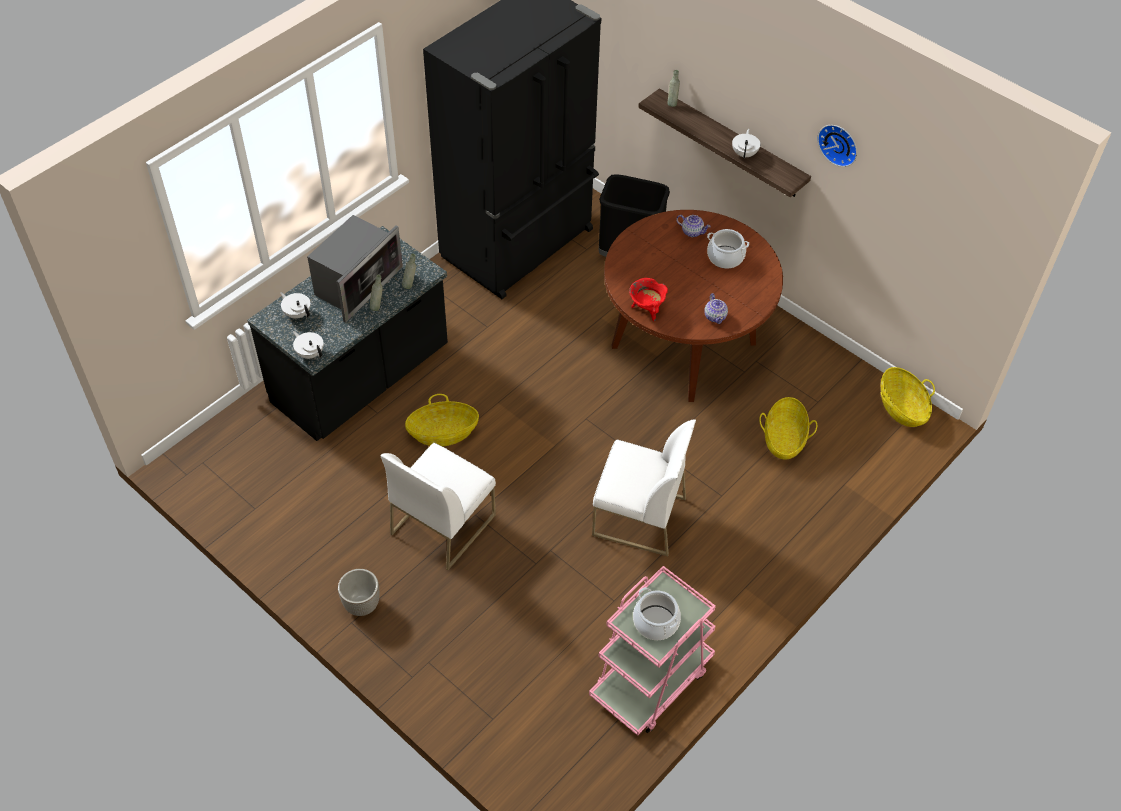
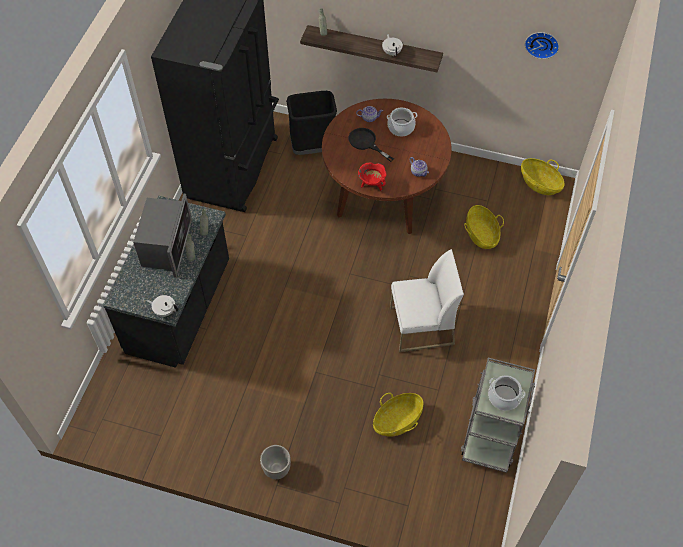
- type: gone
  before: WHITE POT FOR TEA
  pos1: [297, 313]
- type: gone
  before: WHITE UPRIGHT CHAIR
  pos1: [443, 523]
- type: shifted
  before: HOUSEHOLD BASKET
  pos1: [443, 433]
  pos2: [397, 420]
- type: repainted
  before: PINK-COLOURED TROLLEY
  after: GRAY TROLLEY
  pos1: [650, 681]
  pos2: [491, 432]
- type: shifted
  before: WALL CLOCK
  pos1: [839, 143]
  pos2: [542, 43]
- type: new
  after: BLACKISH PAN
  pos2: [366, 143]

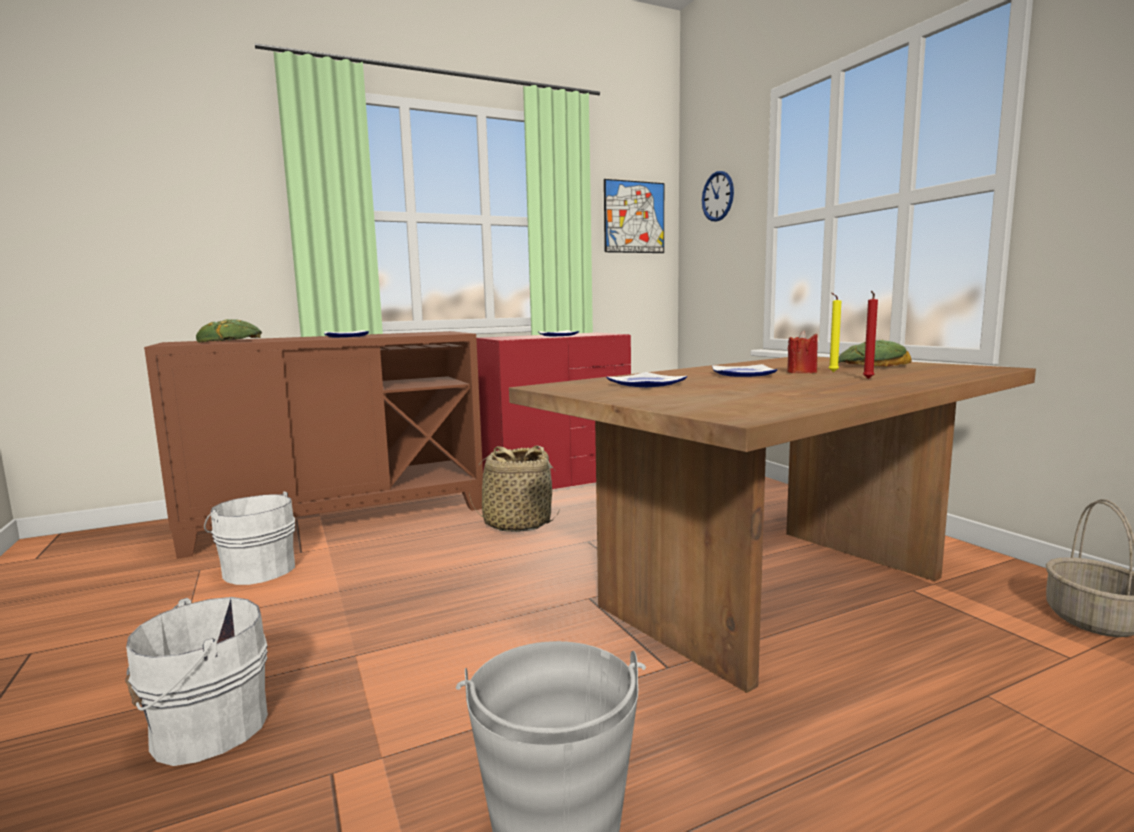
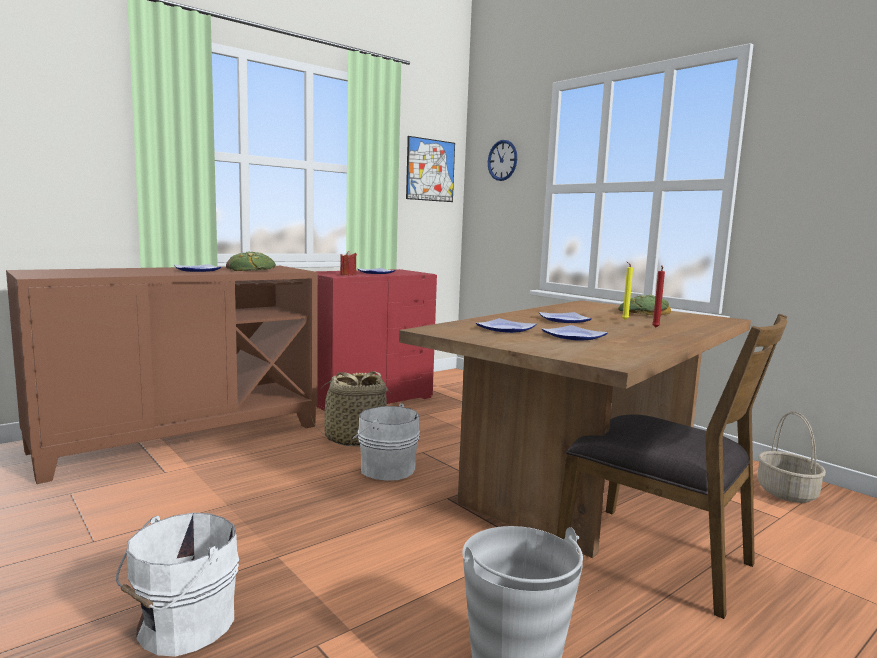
- type: shifted
  before: BAKED BREAD
  pos1: [230, 340]
  pos2: [251, 269]
- type: shifted
  before: WHITE PAIL
  pos1: [258, 569]
  pos2: [385, 468]
- type: shifted
  before: RED CANDLE
  pos1: [801, 372]
  pos2: [348, 274]
- type: new
  after: FLAT DISH
  pos2: [575, 337]
- type: new
  after: BROWNISH UPRIGHT CHAIR
  pos2: [657, 558]

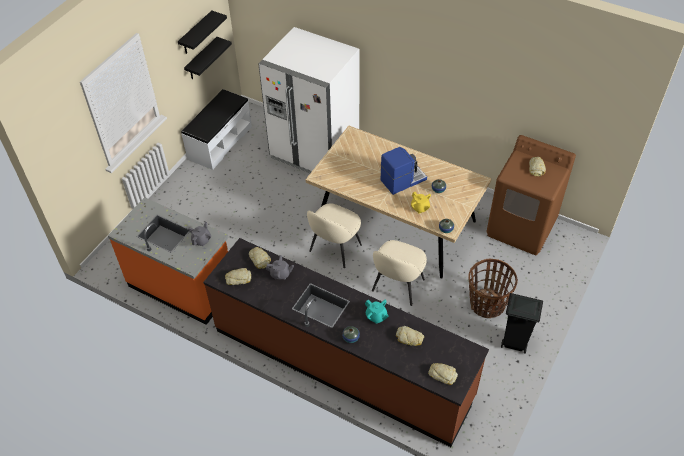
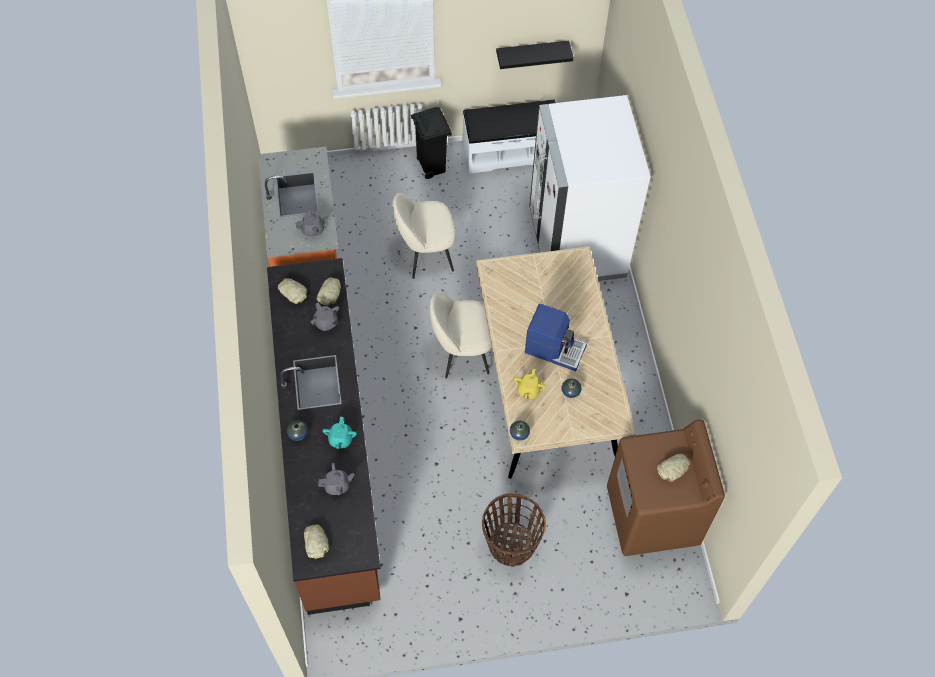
- type: gone
  before: BLACKISH BRACKET SHELF
  pos1: [196, 33]
- type: shifted
  before: BEIGE-COLOURED UPRIGHT CHAIR
  pos1: [397, 286]
  pos2: [425, 254]
- type: swapped
  before: BAKED BREAD
  after: GRAY POT FOR TEA
  pos1: [409, 338]
  pos2: [337, 485]
- type: shifted
  before: BLACKISH RUBBISH BIN
  pos1: [513, 343]
  pos2: [431, 166]

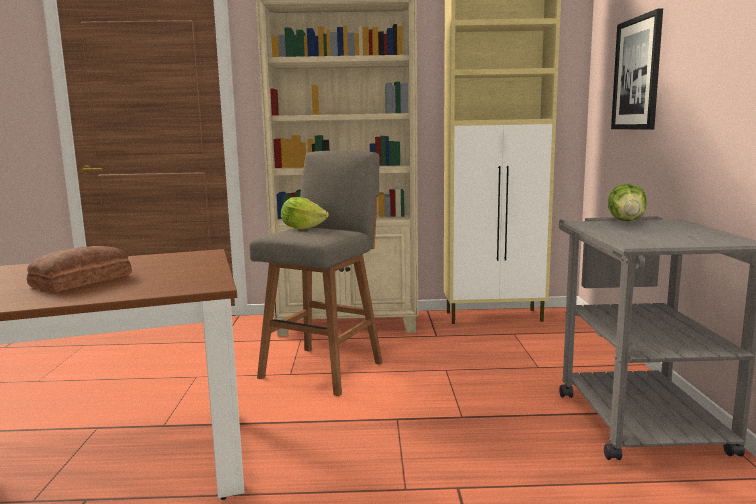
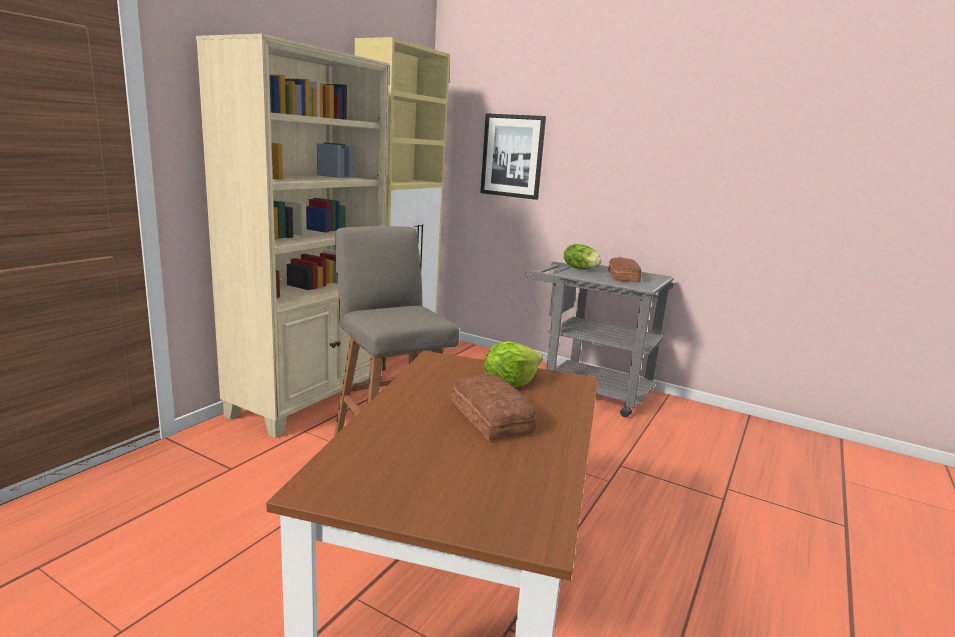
- type: shifted
  before: HEAD OF LETTUCE
  pos1: [302, 228]
  pos2: [510, 383]
- type: new
  after: BAKED BREAD
  pos2: [622, 277]

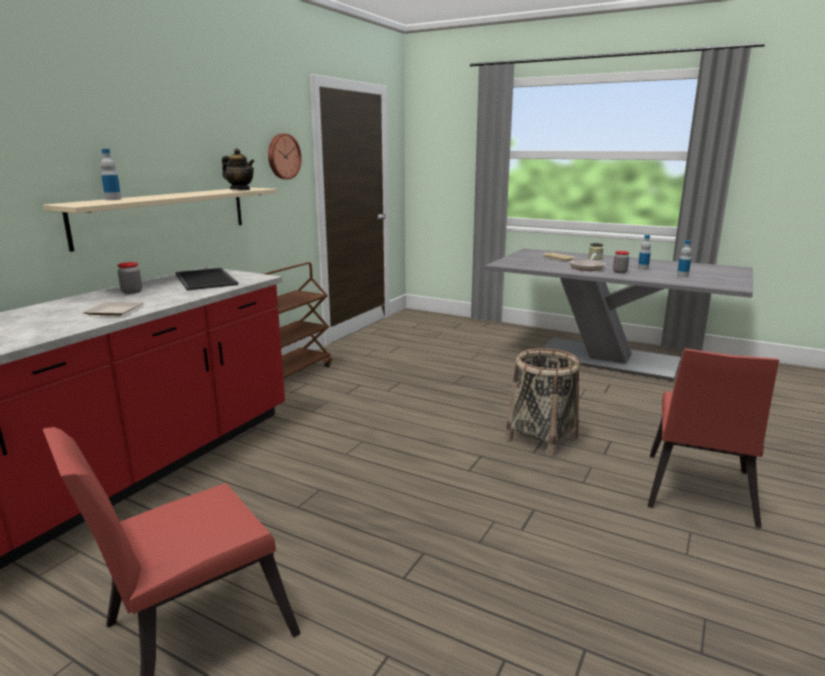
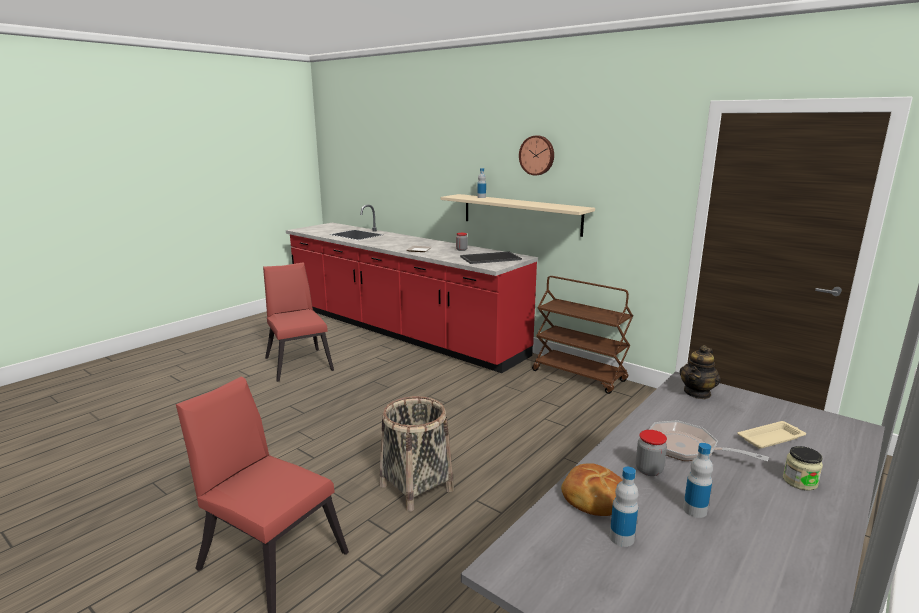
- type: shifted
  before: POT FOR TEA
  pos1: [240, 190]
  pos2: [697, 393]
- type: shifted
  before: WALL CLOCK
  pos1: [283, 156]
  pos2: [537, 155]
- type: new
  after: BAKED BREAD
  pos2: [593, 499]

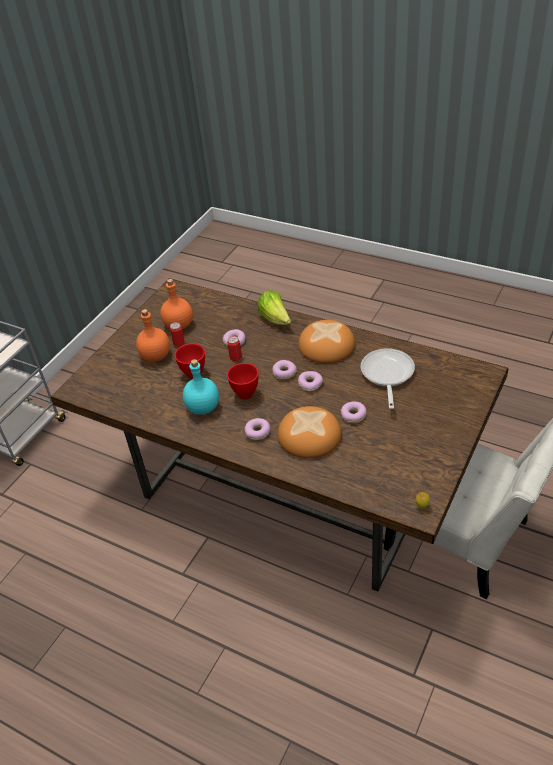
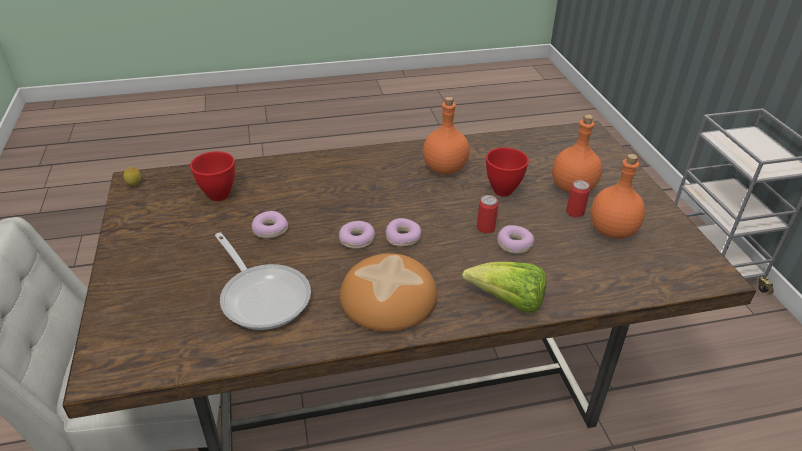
- type: repainted
  before: TURQUOISE-COLOURED BEVERAGE BOTTLE
  after: ORANGE BEVERAGE BOTTLE
  pos1: [203, 408]
  pos2: [444, 169]
- type: shifted
  before: RED DEEP DISH
  pos1: [245, 394]
  pos2: [219, 196]
- type: gone
  before: DOUGHNUT
  pos1: [258, 432]
- type: gone
  before: BAKED BREAD
  pos1: [310, 435]

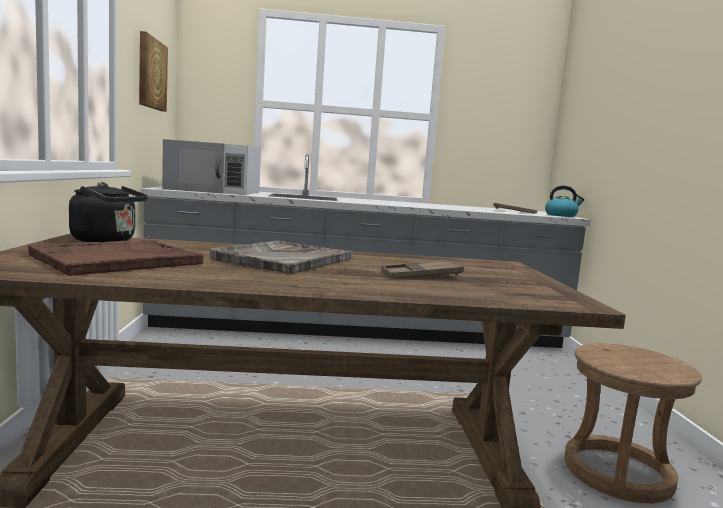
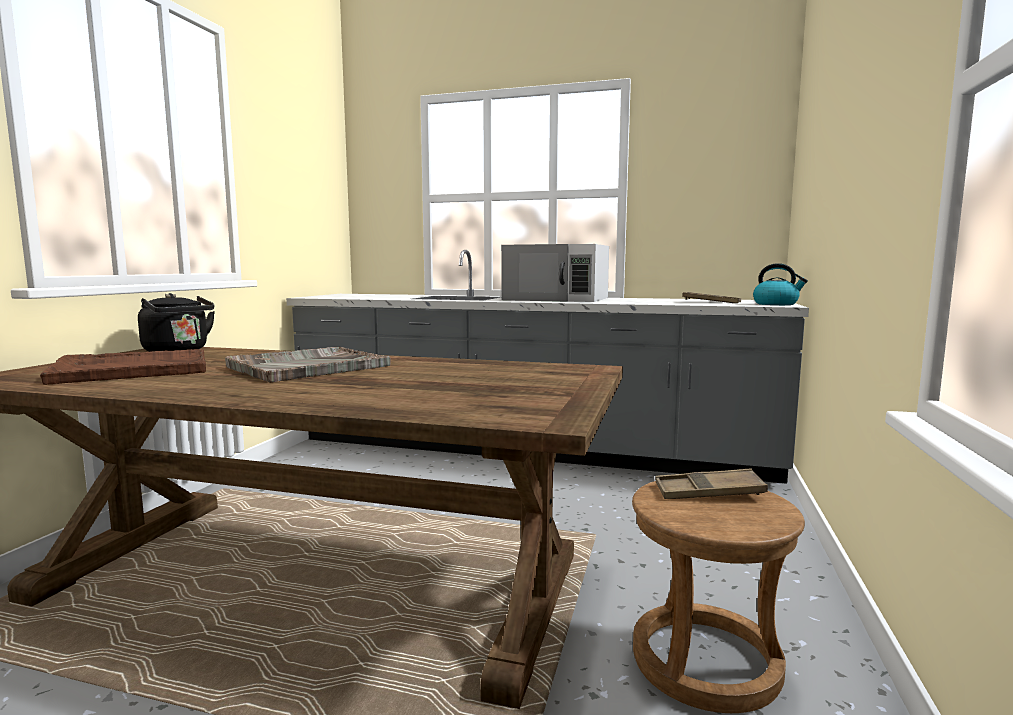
- type: gone
  before: PICTURE
  pos1: [151, 74]
- type: shifted
  before: WHITE MICROWAVE
  pos1: [214, 190]
  pos2: [557, 299]
- type: shifted
  before: BROWNISH CARRYING TRAY
  pos1: [421, 275]
  pos2: [708, 492]

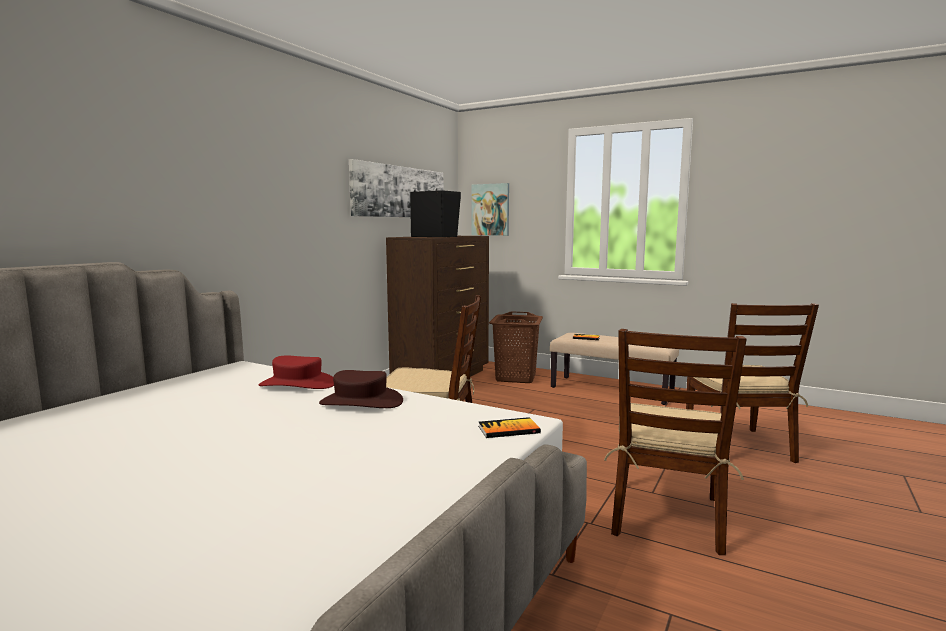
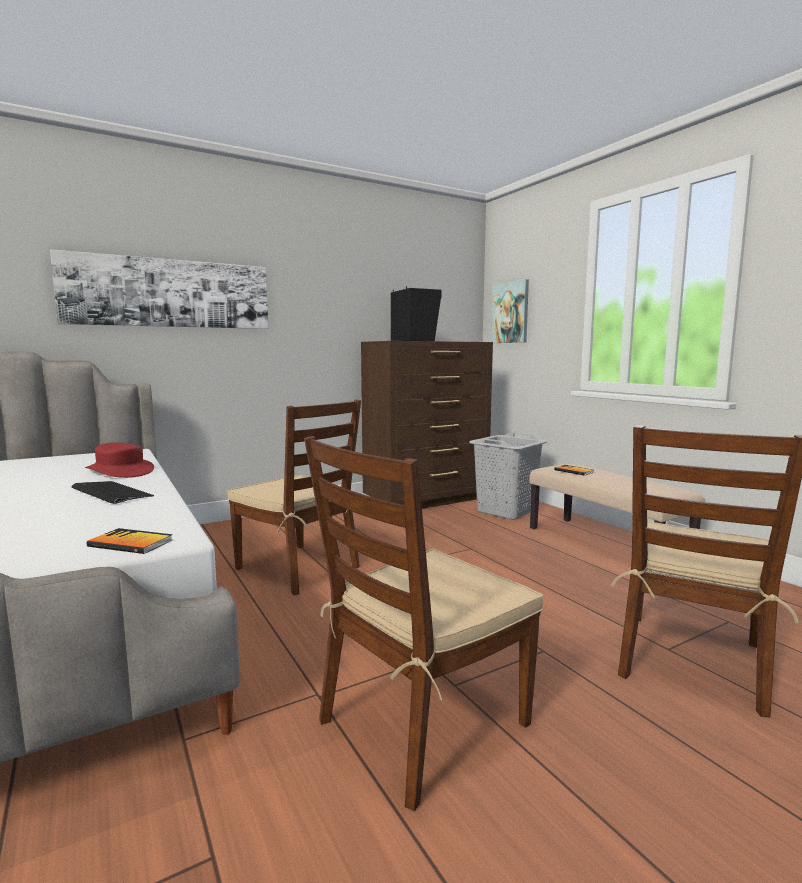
- type: swapped
  before: BROWNISH HAT
  after: KEYBOARD
  pos1: [361, 402]
  pos2: [111, 493]
- type: shifted
  before: PICTURE
  pos1: [400, 192]
  pos2: [169, 293]
- type: repainted
  before: BROWNISH WASHING BASKET
  after: GRAY WASHING BASKET
  pos1: [516, 377]
  pos2: [506, 511]

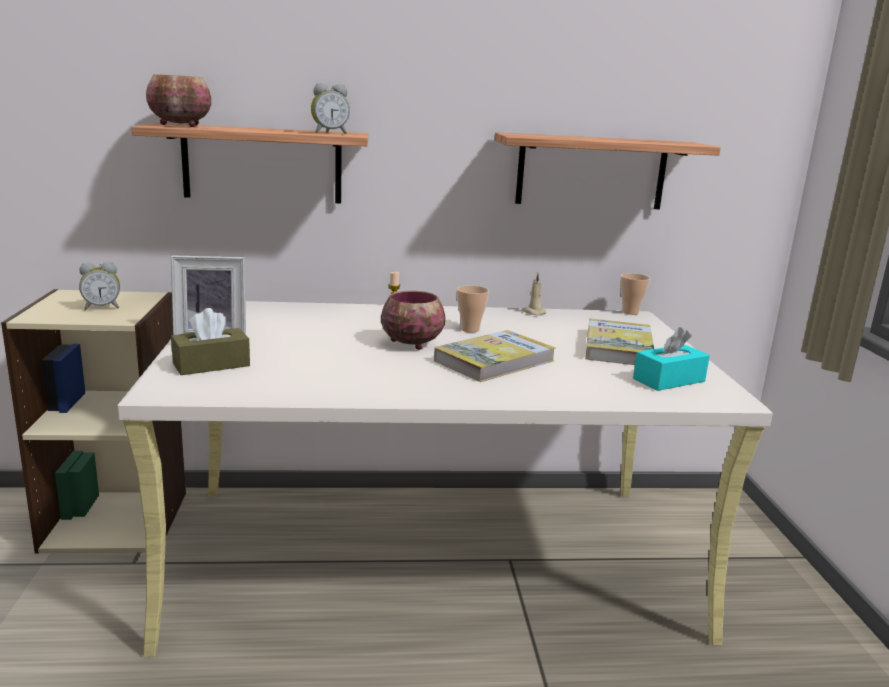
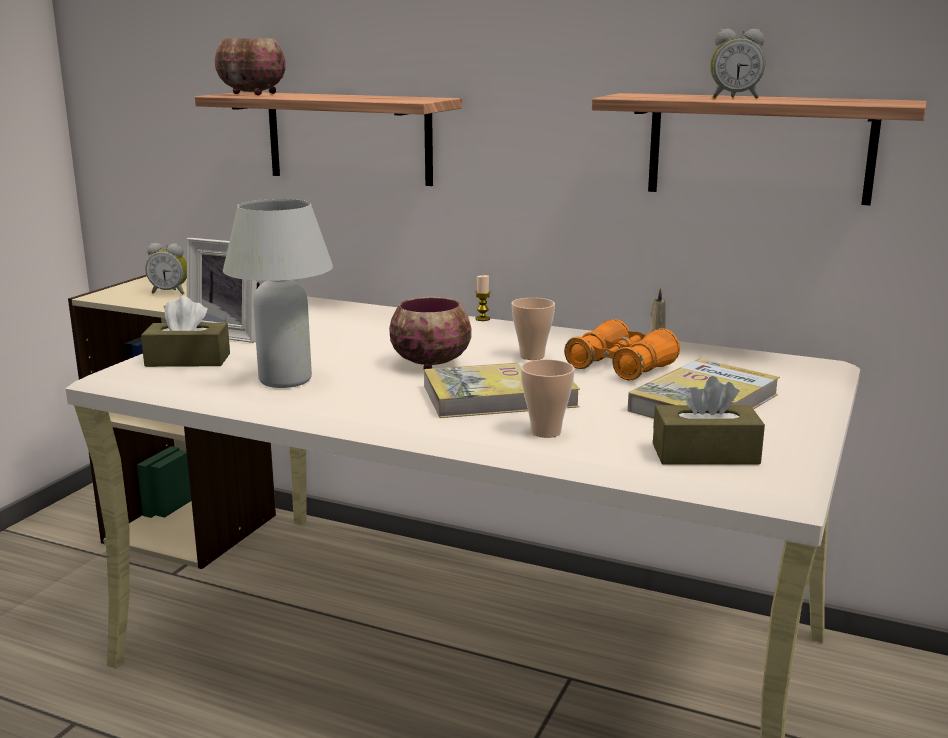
- type: shifted
  before: BEDSIDE CLOCK
  pos1: [329, 133]
  pos2: [734, 98]
- type: shifted
  before: SMALL CUP
  pos1: [630, 312]
  pos2: [546, 432]
- type: repainted
  before: TURQUOISE-COLOURED TISSUE HOLDER
  after: BROWNISH TISSUE HOLDER
  pos1: [669, 380]
  pos2: [705, 454]
- type: new
  after: WHITE LAMP FOR A TABLE
  pos2: [285, 380]
- type: new
  after: ORANGE BINOCULARS
  pos2: [620, 367]

